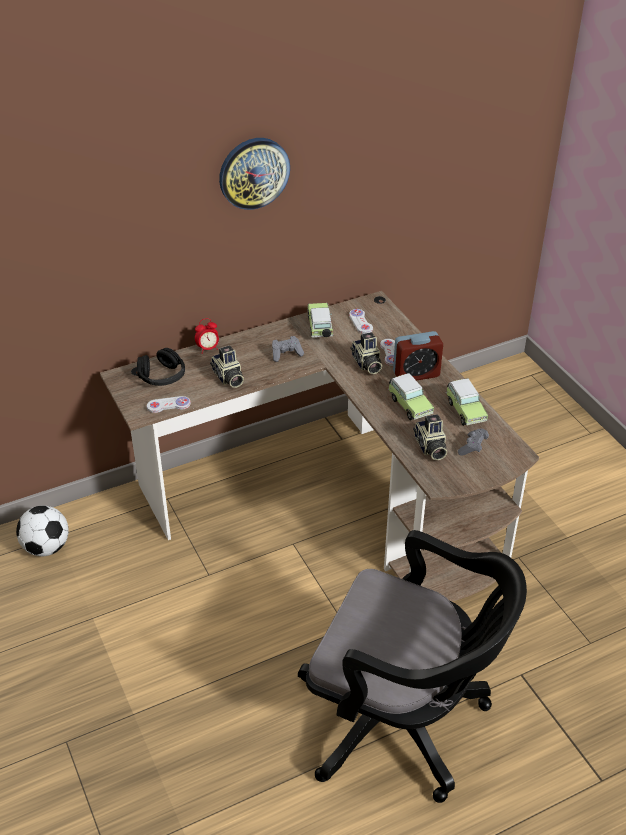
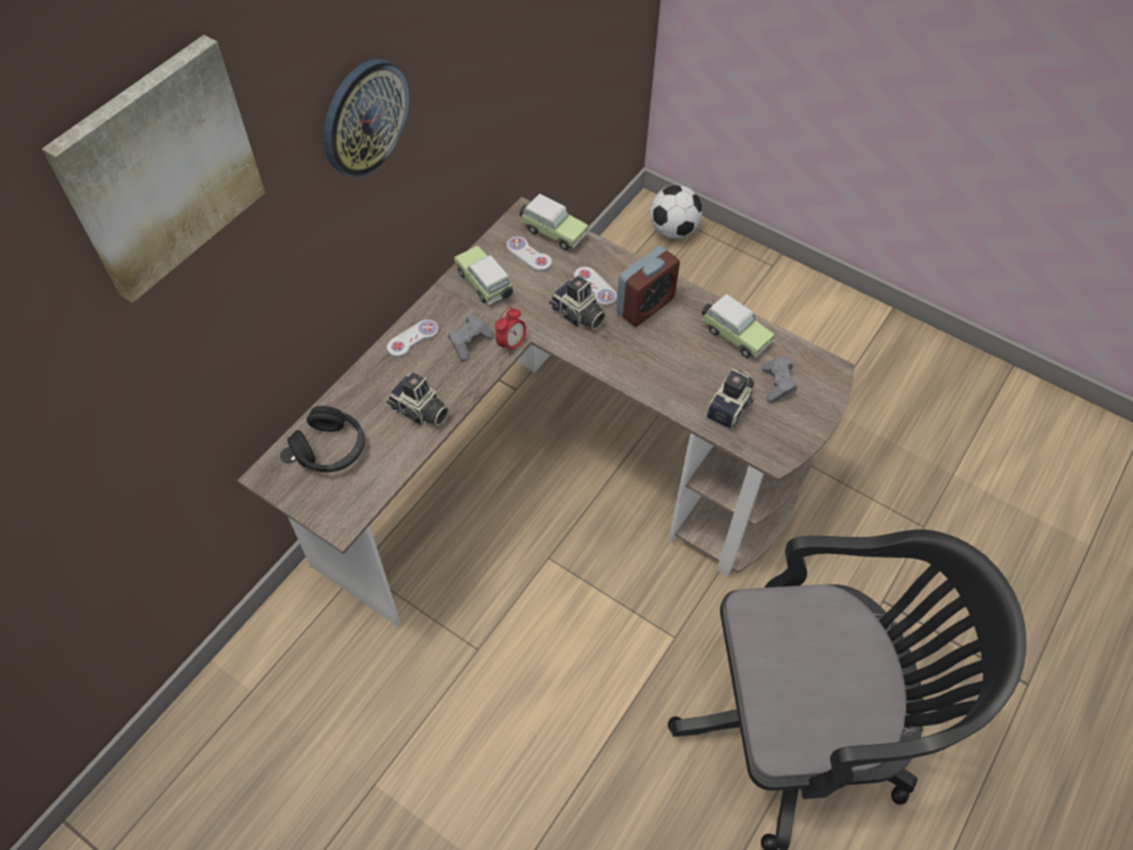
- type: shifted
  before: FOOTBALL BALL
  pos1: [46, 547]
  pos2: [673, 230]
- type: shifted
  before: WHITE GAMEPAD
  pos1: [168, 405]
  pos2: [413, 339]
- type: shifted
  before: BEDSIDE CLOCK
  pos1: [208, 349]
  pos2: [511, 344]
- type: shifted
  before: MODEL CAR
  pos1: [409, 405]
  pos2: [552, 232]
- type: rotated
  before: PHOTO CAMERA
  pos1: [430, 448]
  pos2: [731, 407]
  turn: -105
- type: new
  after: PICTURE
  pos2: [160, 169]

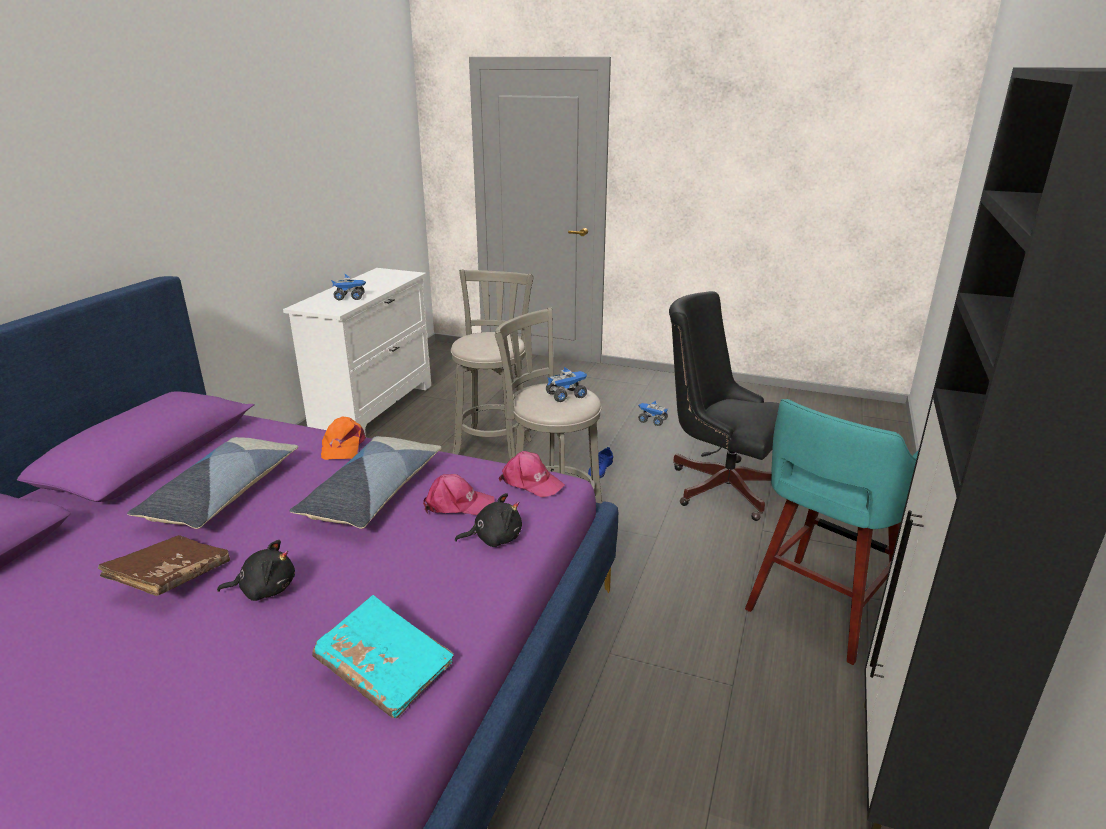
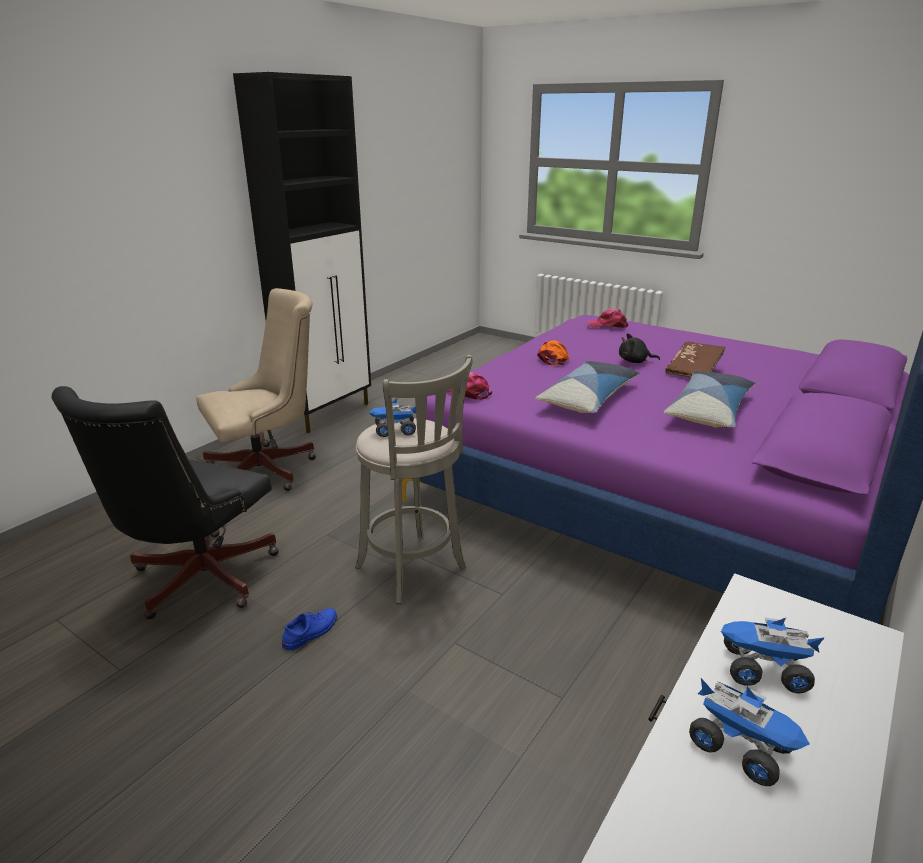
- type: gone
  before: TURQUOISE-COLOURED BOUND BOOK
  pos1: [385, 670]
- type: shifted
  before: ORANGE PEAKED CAP
  pos1: [342, 446]
  pos2: [553, 358]
- type: shifted
  before: PINK-COLOURED PEAKED CAP
  pos1: [457, 504]
  pos2: [608, 325]
- type: gone
  before: GRAY STOOL
  pos1: [494, 447]
- type: gone
  before: BLACKISH SOFT TOY
  pos1: [494, 538]
- type: shifted
  before: MODEL TRUCK
  pos1: [652, 421]
  pos2: [741, 747]
- type: rotated
  before: BLACKISH COMPUTER CHAIR
  pos1: [719, 485]
  pos2: [196, 581]
  turn: 60
- type: swapped
  before: TURQUOISE-COLOURED STOOL
  after: BEIGE-COLOURED COMPUTER CHAIR
  pos1: [819, 610]
  pos2: [269, 469]

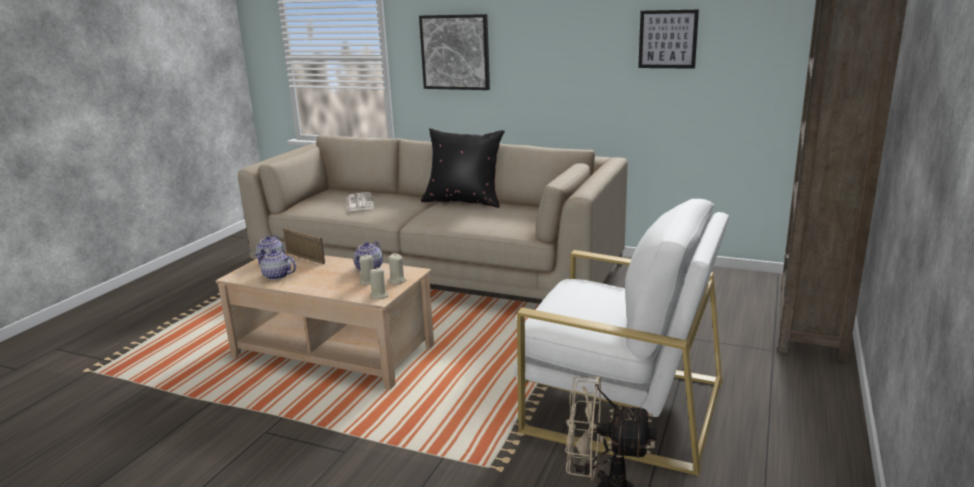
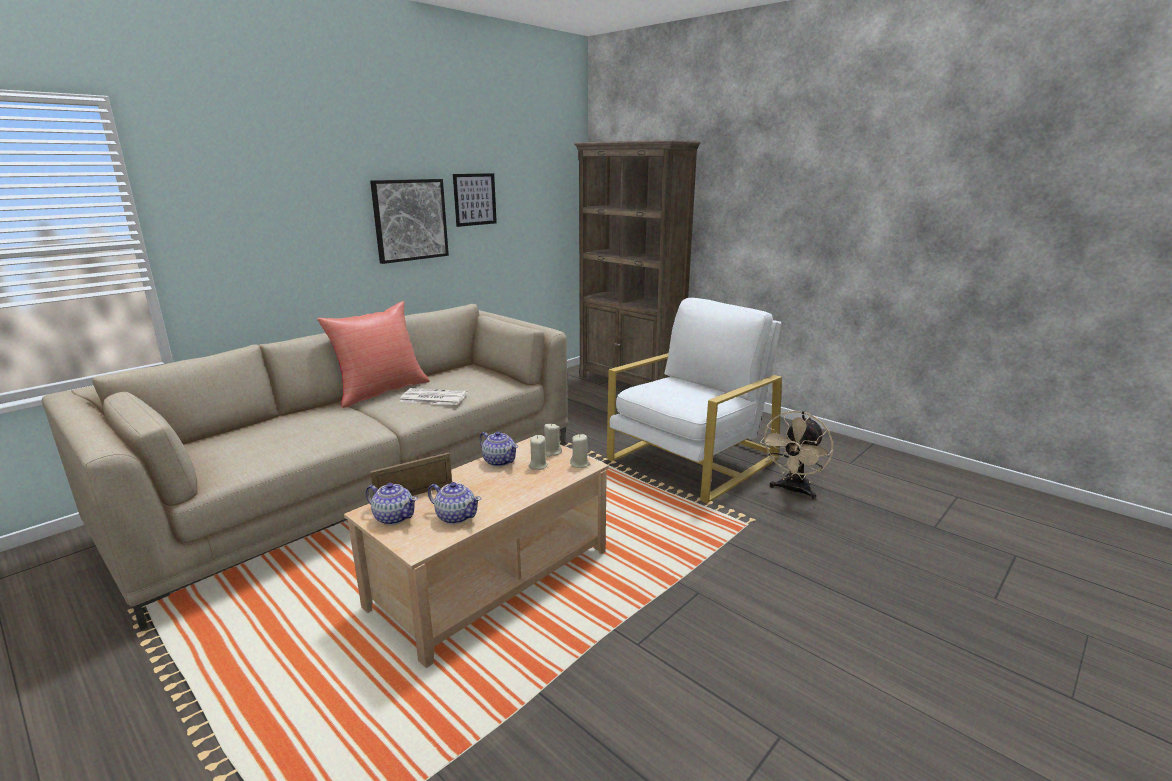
- type: rotated
  before: POT FOR TEA
  pos1: [277, 276]
  pos2: [455, 516]
  turn: -105
- type: shifted
  before: PRINTED PAPER
  pos1: [359, 202]
  pos2: [432, 397]
- type: shifted
  before: PICTURE
  pos1: [455, 52]
  pos2: [410, 220]
- type: repainted
  before: BLACKISH PILLOW
  after: RED PILLOW
  pos1: [464, 201]
  pos2: [380, 391]

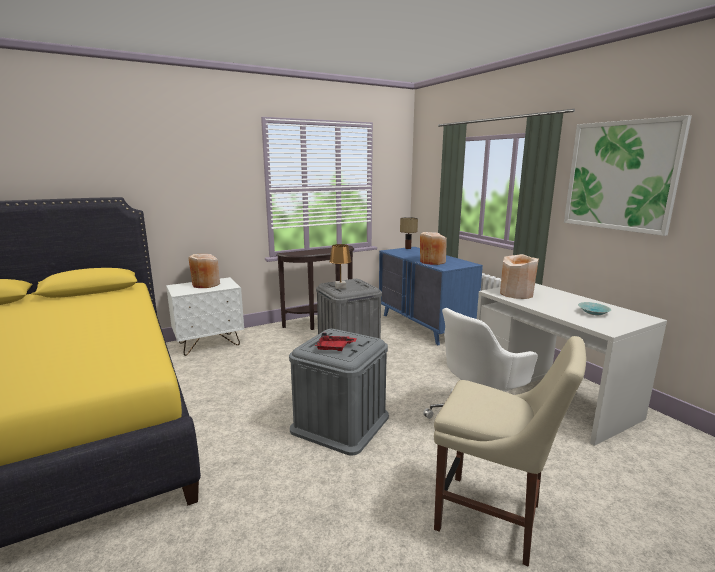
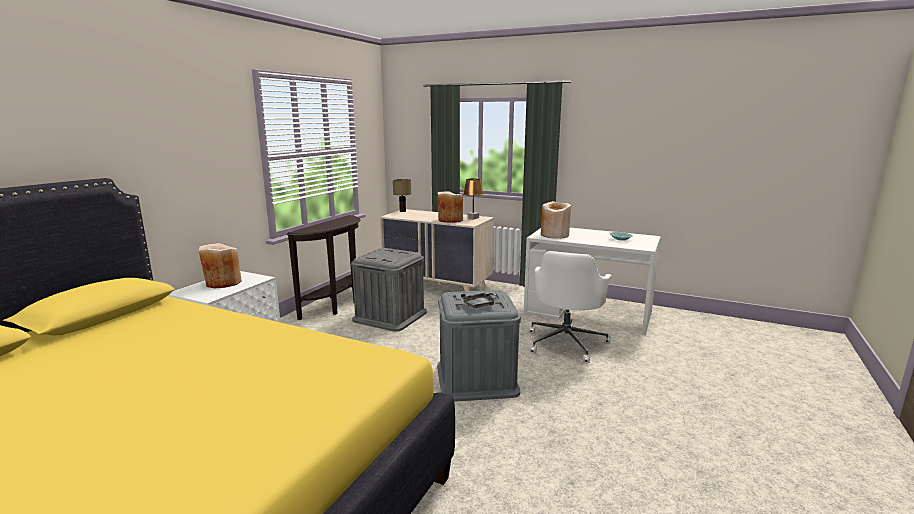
- type: repainted
  before: RED CARRYING TRAY
  after: GRAY CARRYING TRAY
  pos1: [334, 348]
  pos2: [480, 304]
- type: shifted
  before: BROWNISH LAMP FOR A TABLE
  pos1: [340, 287]
  pos2: [473, 218]
- type: repainted
  before: BLUISH DRAWER CHEST
  after: BEIGE-COLOURED DRAWER CHEST
  pos1: [424, 326]
  pos2: [437, 286]
- type: gone
  before: BEIGE-COLOURED UPRIGHT CHAIR
  pos1: [494, 519]
- type: gone
  before: PICTURE
  pos1: [620, 176]

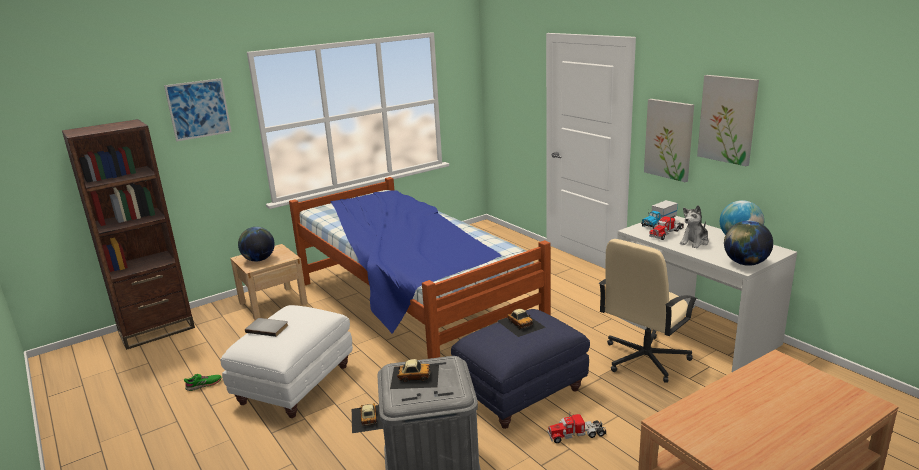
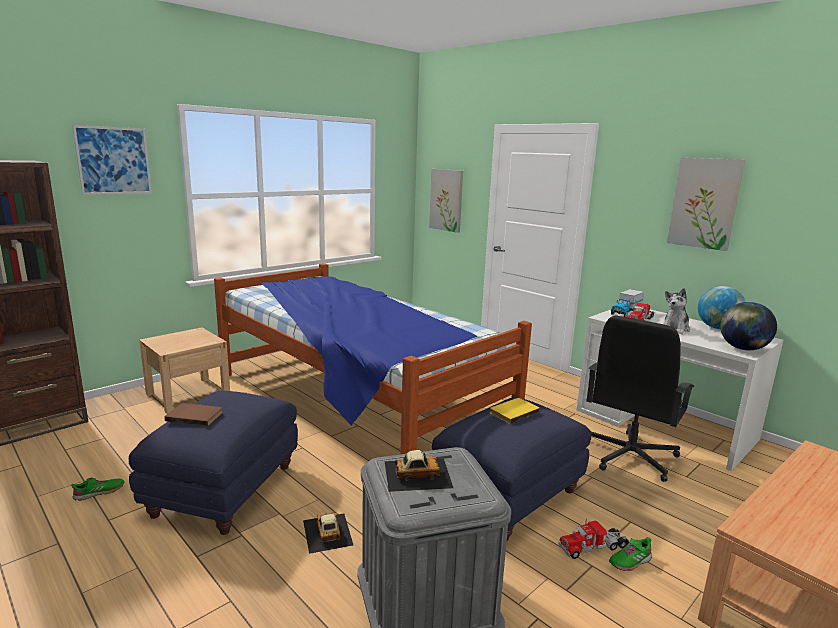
- type: repainted
  before: WHITE FOOTREST
  after: BLUISH FOOTREST
  pos1: [296, 384]
  pos2: [225, 489]
- type: gone
  before: WORLD GLOBE
  pos1: [259, 259]
- type: repainted
  before: GRAY BOUND BOOK
  after: BROWNISH BOUND BOOK
  pos1: [268, 328]
  pos2: [195, 416]
- type: swapped
  before: MODEL CAR
  after: YELLOW-COLOURED BOUND BOOK
  pos1: [520, 323]
  pos2: [513, 412]
- type: repainted
  before: BEIGE-COLOURED COMPUTER CHAIR
  after: BLACKISH COMPUTER CHAIR
  pos1: [644, 359]
  pos2: [629, 456]
- type: shifted
  before: PICTURE
  pos1: [669, 139]
  pos2: [446, 200]
- type: new
  after: GREENISH LOW SHOE
  pos2: [630, 561]

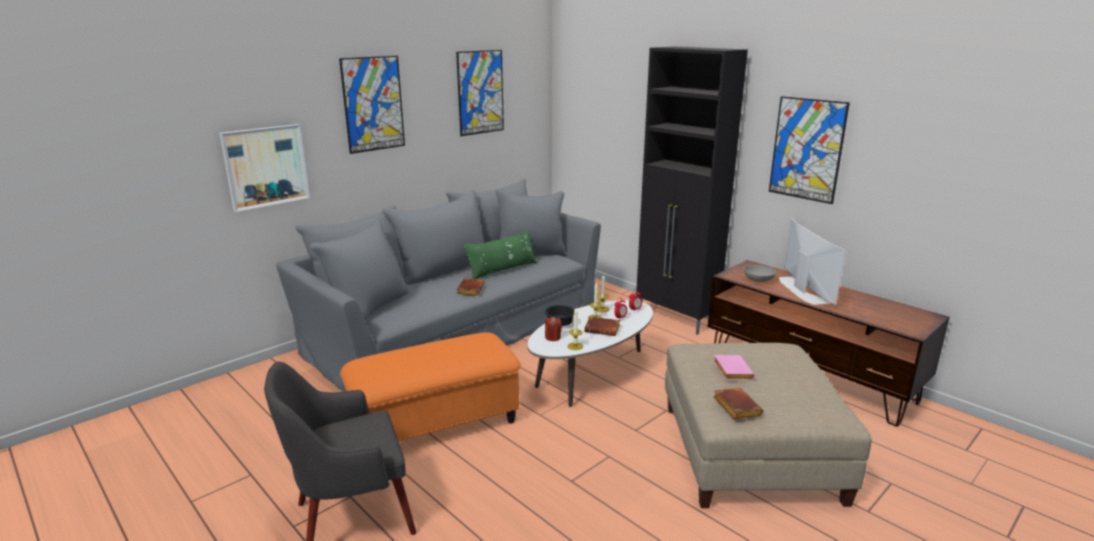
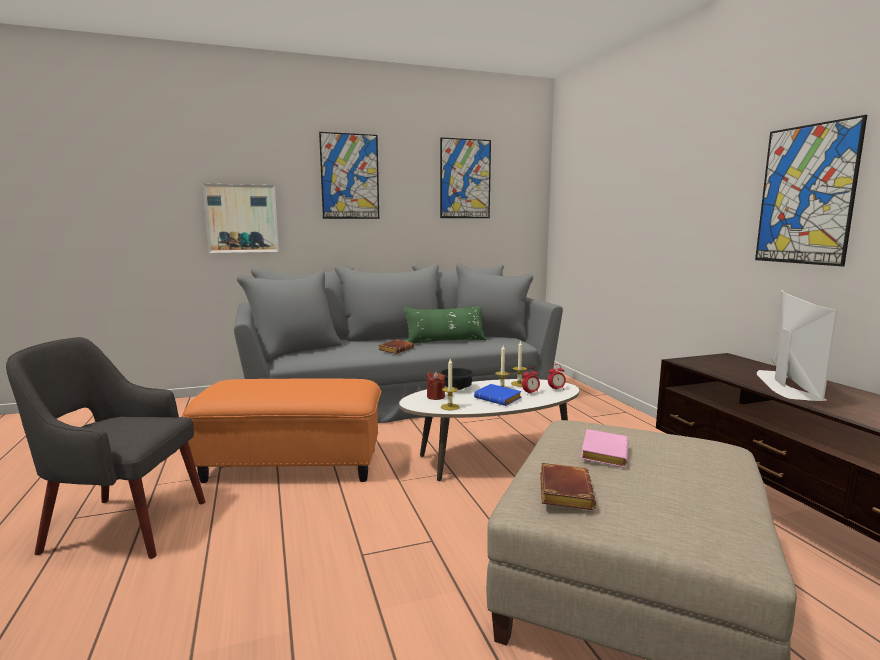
- type: repainted
  before: BROWNISH BOUND BOOK
  after: BLUISH BOUND BOOK
  pos1: [603, 329]
  pos2: [499, 399]
- type: gone
  before: BLACKISH CUPBOARD
  pos1: [676, 319]
- type: gone
  before: GRAY DEEP DISH
  pos1: [758, 280]

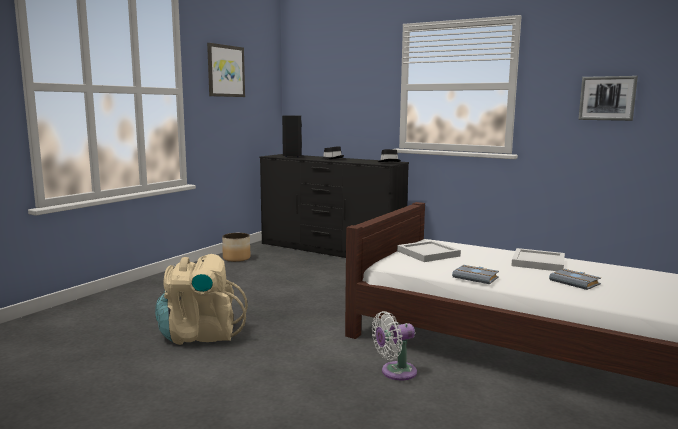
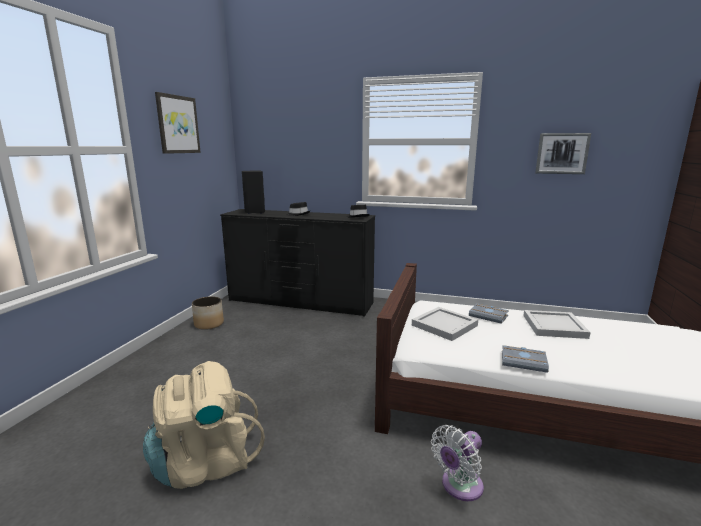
- type: shifted
  before: GRAY BOUND BOOK
  pos1: [576, 282]
  pos2: [489, 316]

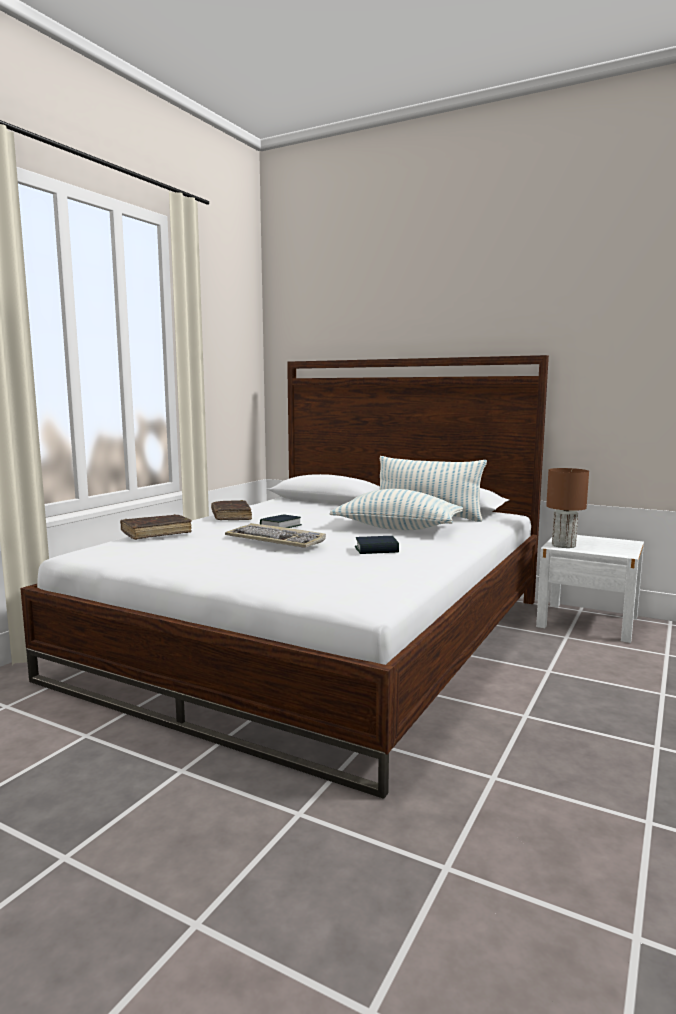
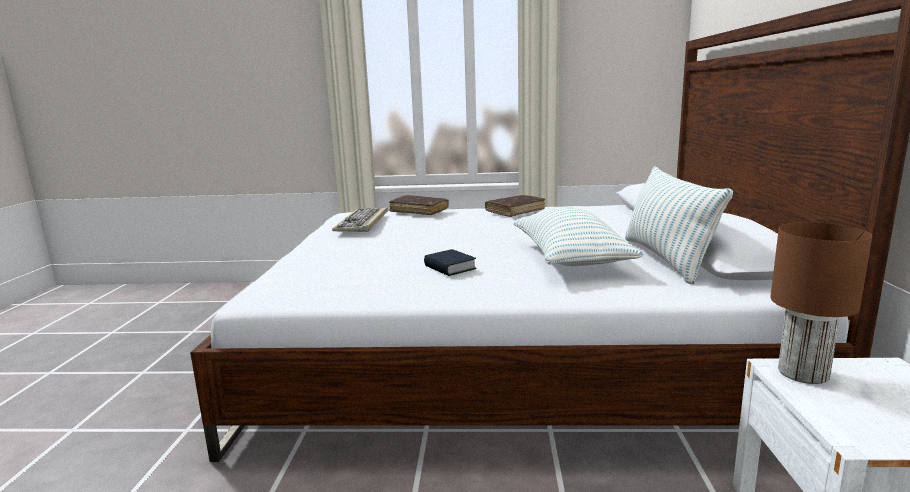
- type: shifted
  before: KEYBOARD
  pos1: [276, 539]
  pos2: [363, 222]
- type: gone
  before: BOUND BOOK
  pos1: [280, 526]

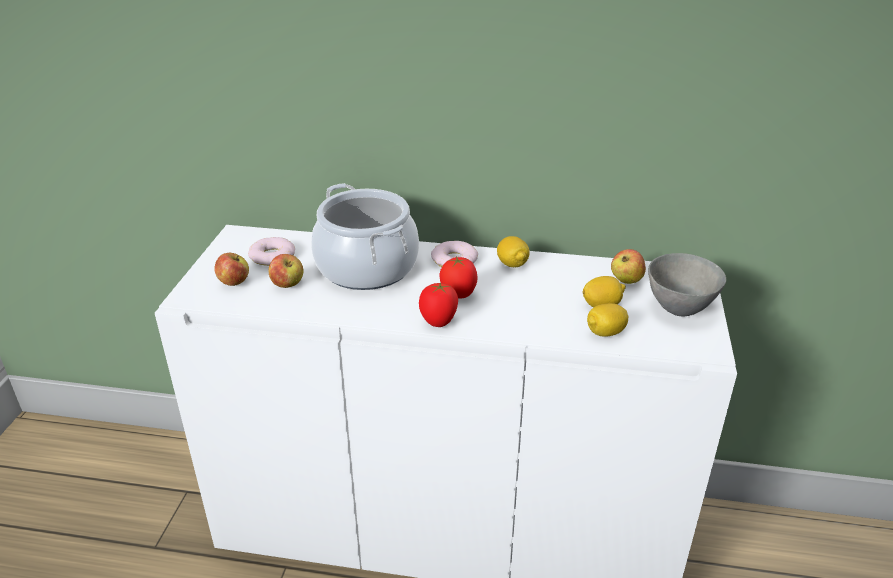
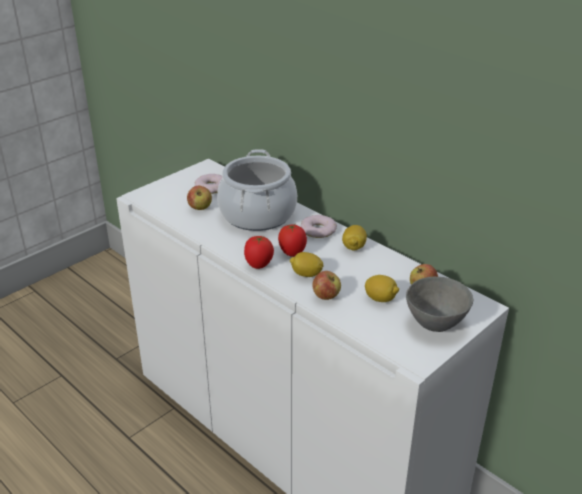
- type: shifted
  before: APPLE FRUIT
  pos1: [234, 282]
  pos2: [326, 296]
- type: shifted
  before: WHOLE LEMON
  pos1: [605, 333]
  pos2: [306, 274]

